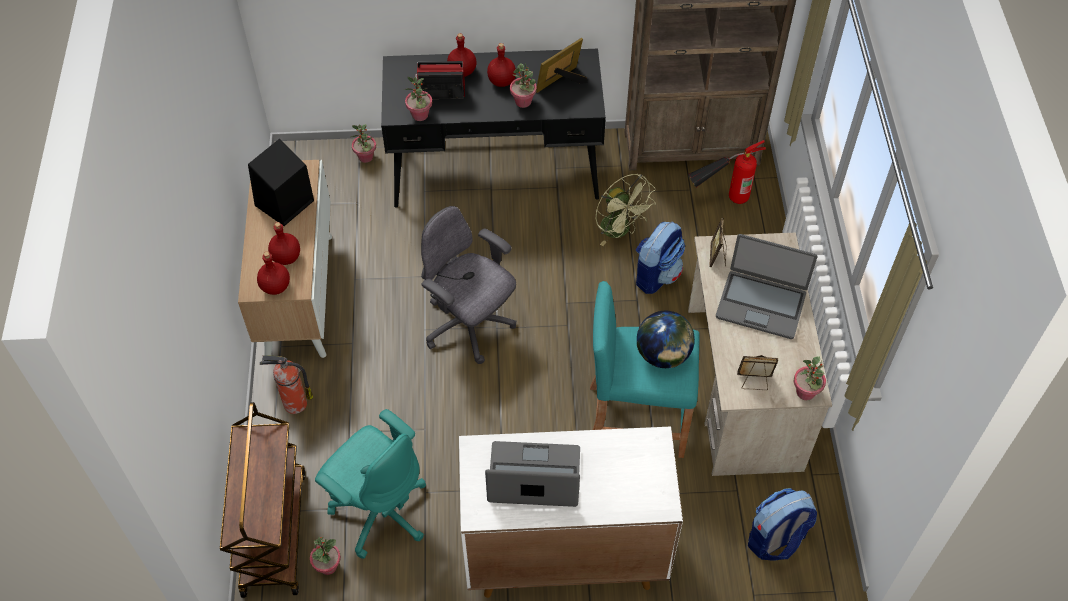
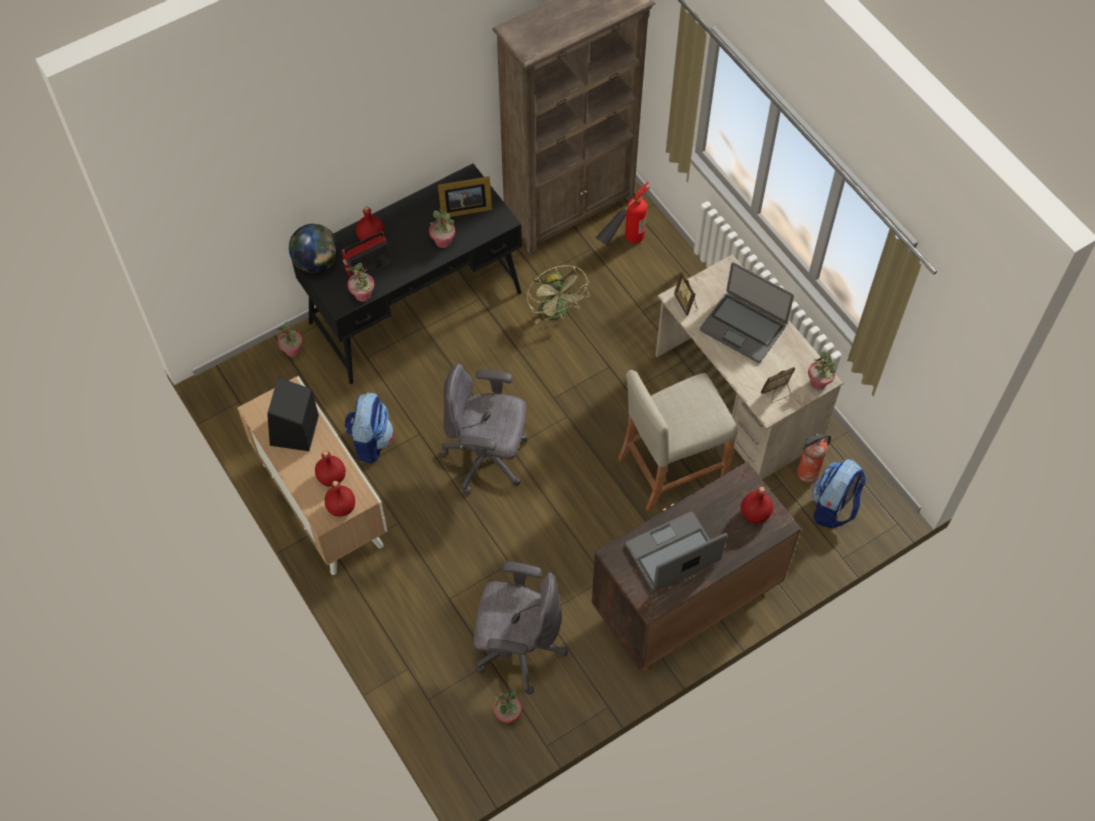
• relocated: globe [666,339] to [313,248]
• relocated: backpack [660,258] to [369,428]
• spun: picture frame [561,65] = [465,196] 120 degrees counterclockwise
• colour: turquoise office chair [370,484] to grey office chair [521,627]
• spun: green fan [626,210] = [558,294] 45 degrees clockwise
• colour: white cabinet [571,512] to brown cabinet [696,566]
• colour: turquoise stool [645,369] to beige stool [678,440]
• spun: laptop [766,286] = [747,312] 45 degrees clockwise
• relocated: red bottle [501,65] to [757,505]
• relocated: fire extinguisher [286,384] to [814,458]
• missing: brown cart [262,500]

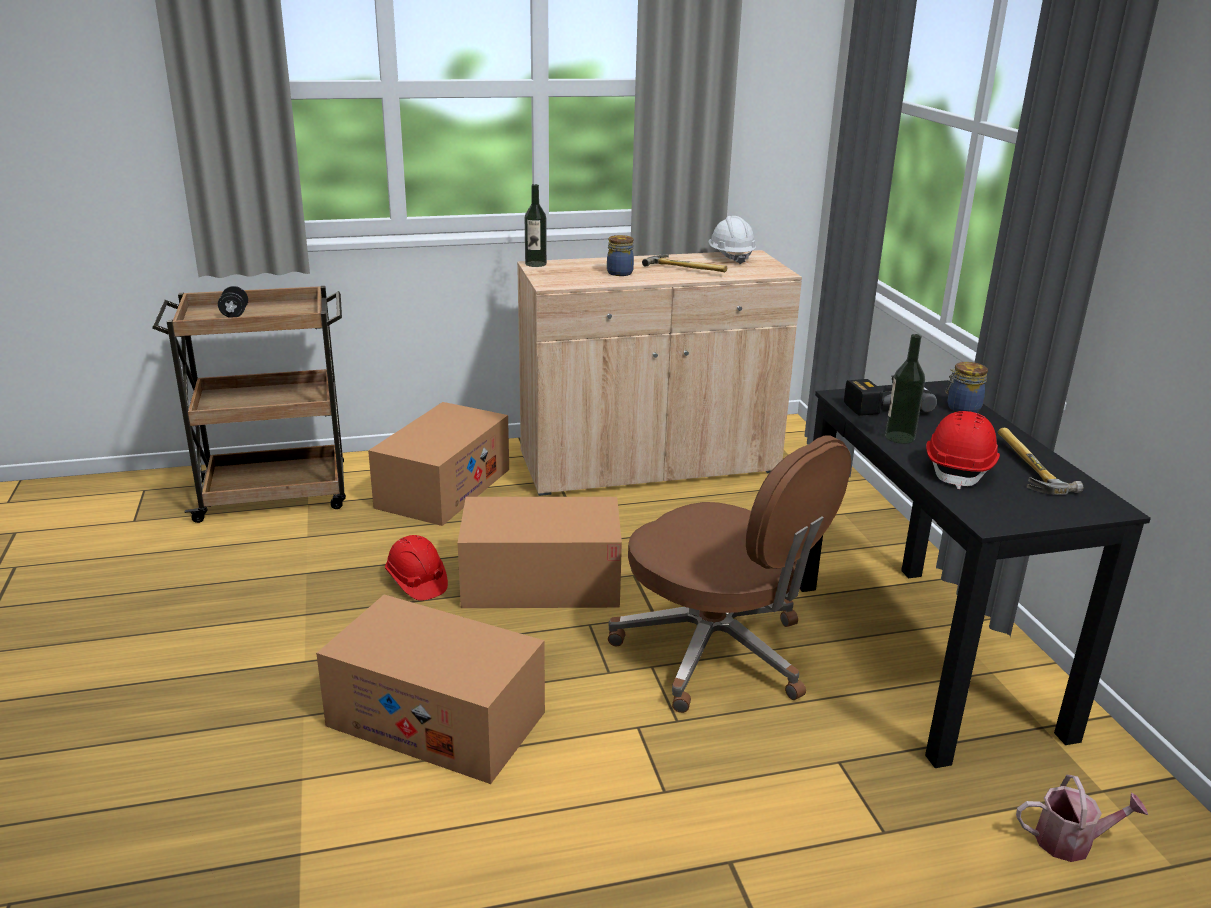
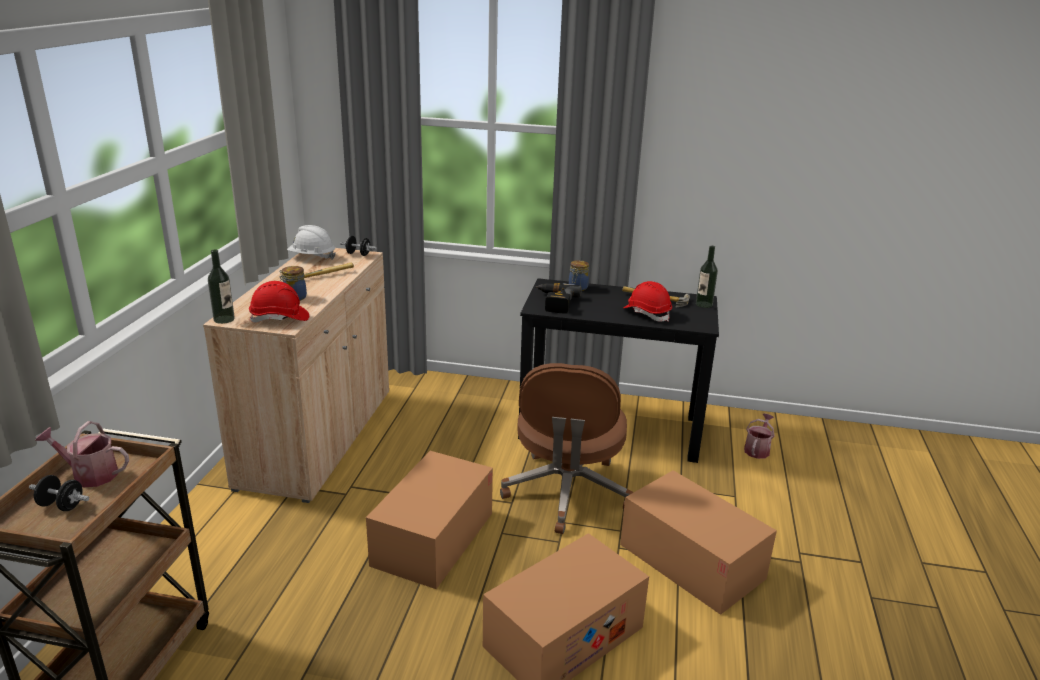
• appeared: watering can [82,454]
• relocated: red hard hat [416,568] to [279,301]
• appeared: black dumbbell [358,246]
• spun: brown office chair [729,574] = [566,448] 120 degrees clockwise
• relocated: cardboard box [438,464] to [698,542]
• relocated: bottle [905,389] to [707,276]

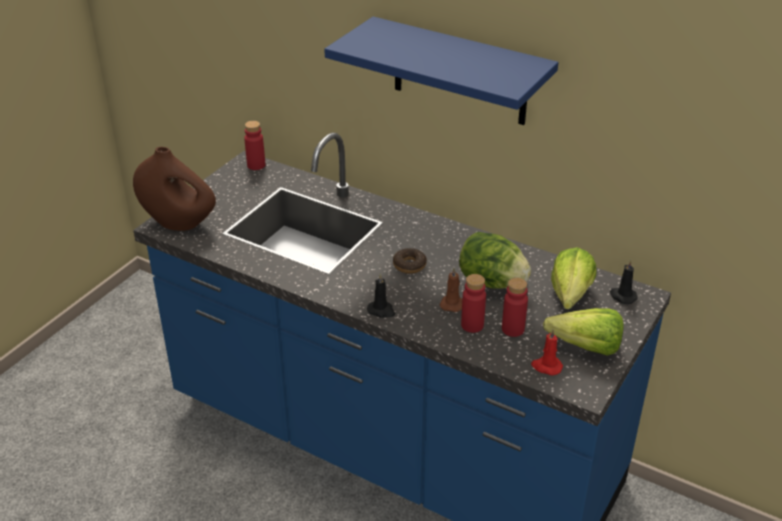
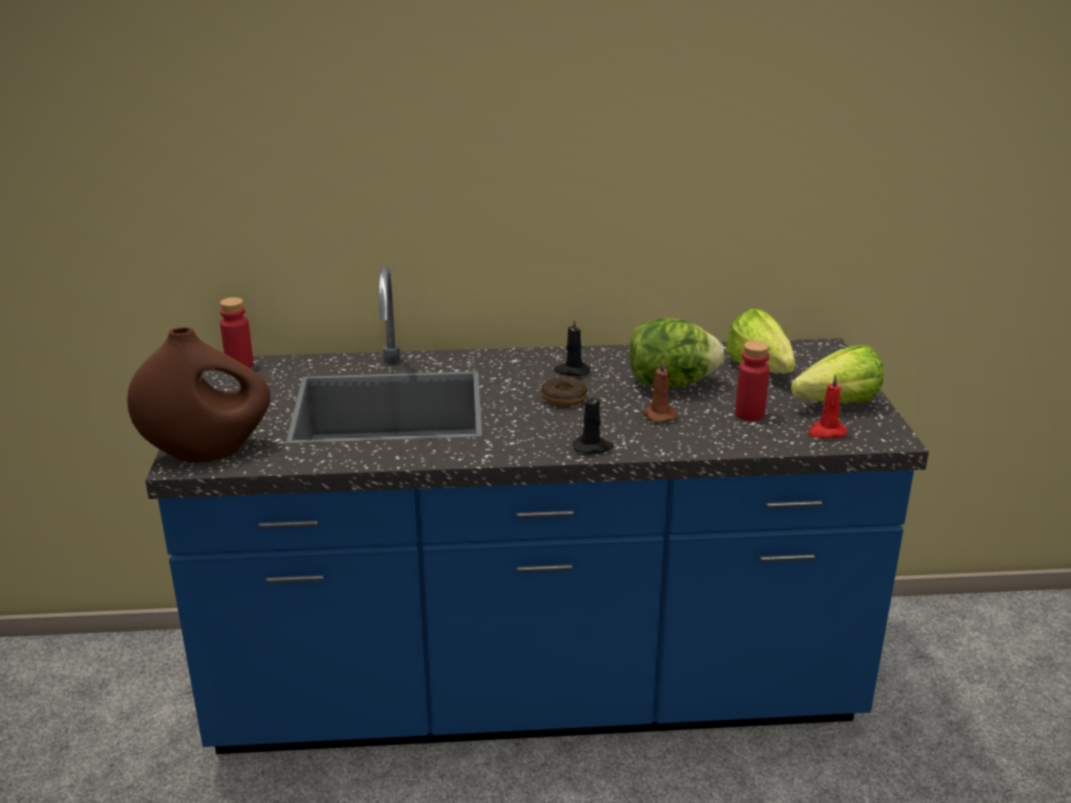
• relocated: black candle [623,282] to [572,347]
• missing: blue shelf [441,70]
• missing: red bottle [473,303]

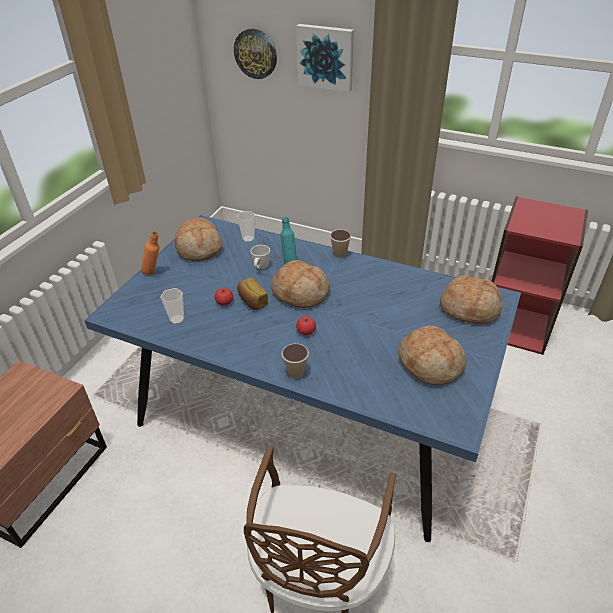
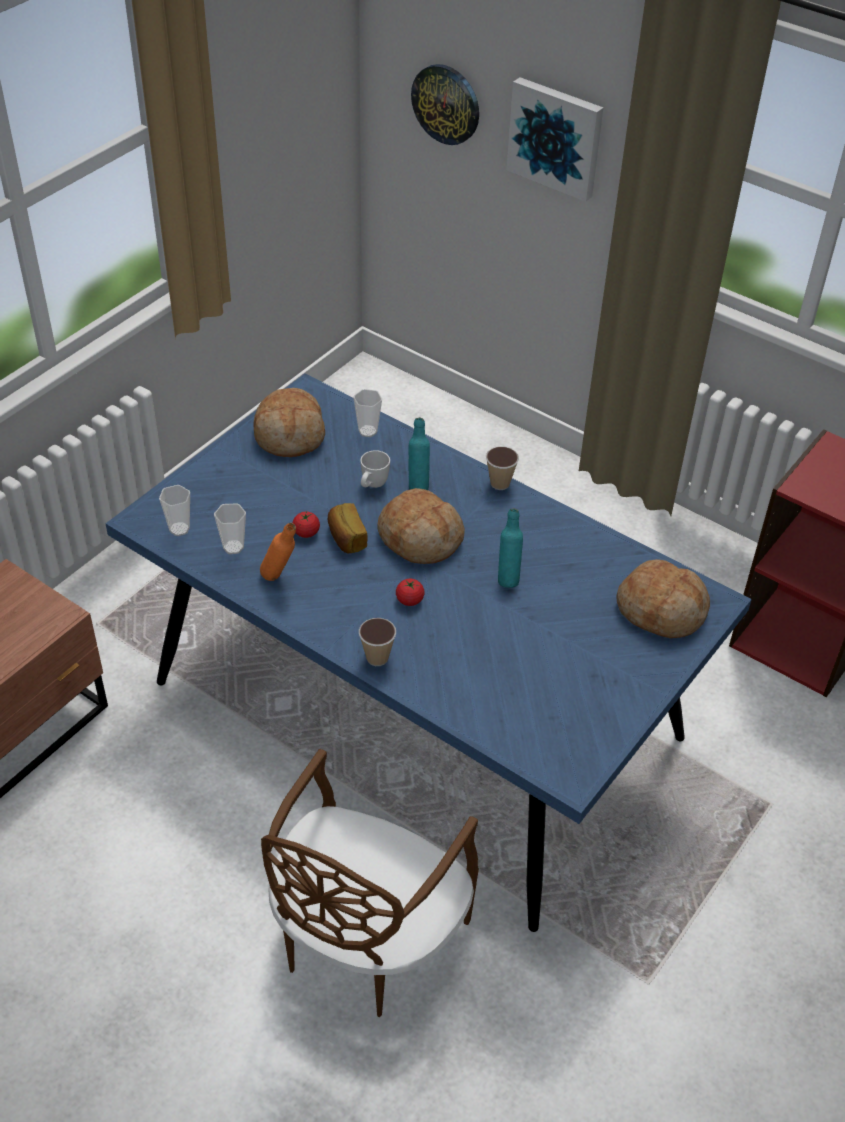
• appeared: cup [174,510]
• relocated: orange bottle [150,253] to [278,552]
• appeared: turquoise bottle [510,548]
• missing: bread [432,355]

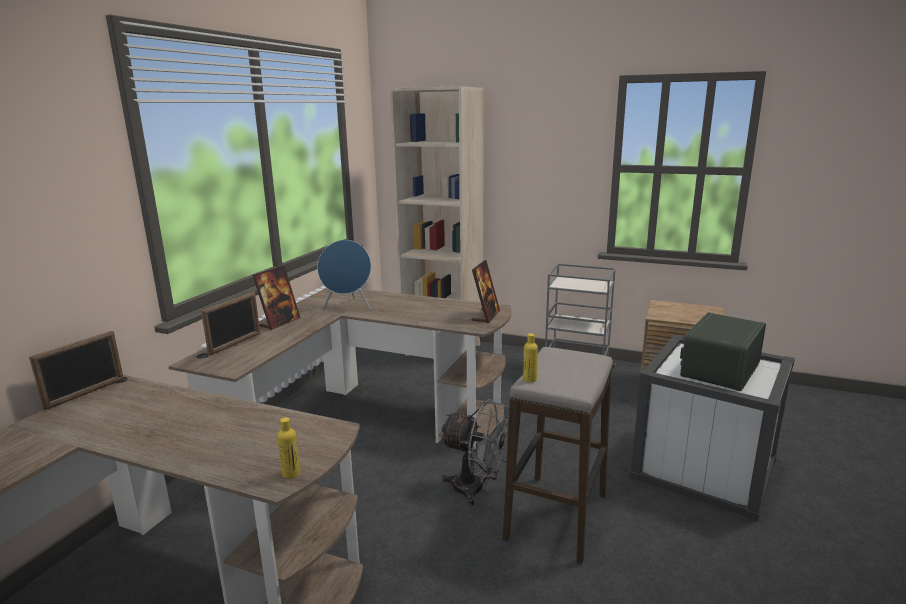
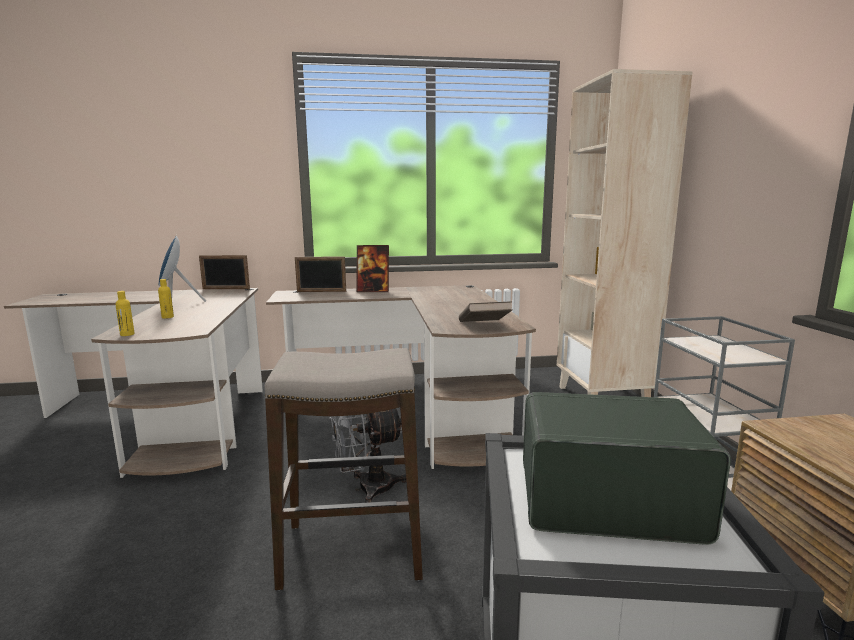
• relocated: blue speaker [344,274] to [182,268]
• relocated: yellow bottle [530,357] to [166,299]
• spun: grey fan [474,452] = [368,455] 75 degrees clockwise
• exchanged: picture frame [485,291] to brown book [486,311]

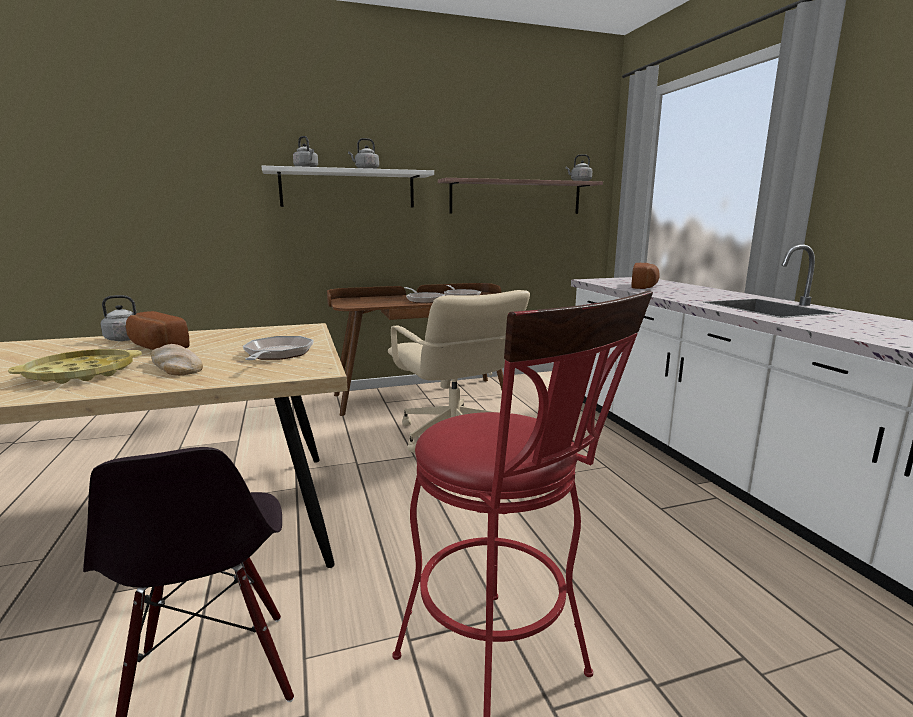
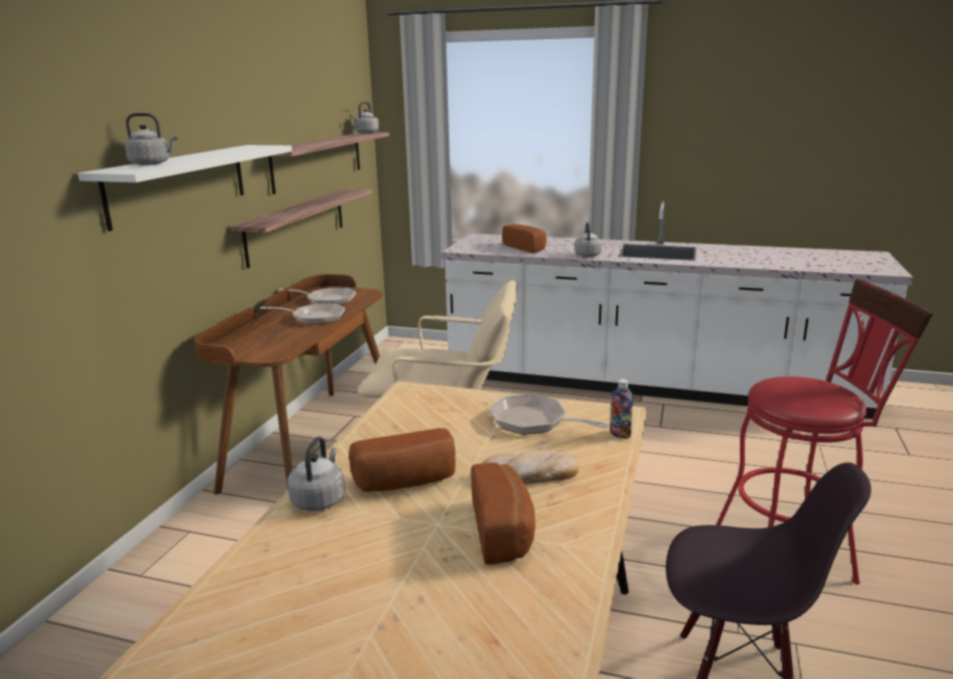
• appeared: shelf [302,228]
• exchanged: yellow tray [75,366] to bread [503,513]
• relocated: grey kettle [363,153] to [588,239]
• appeared: bottle [621,409]

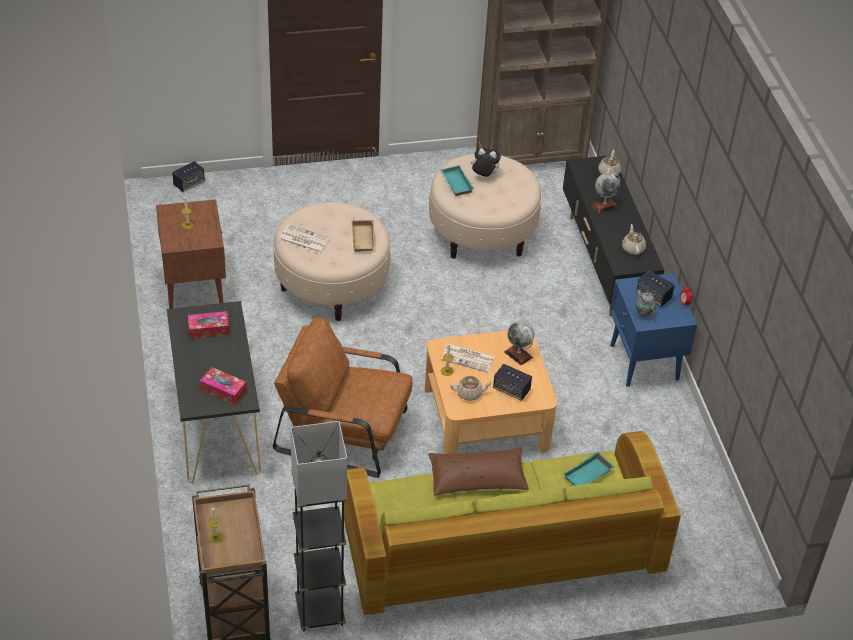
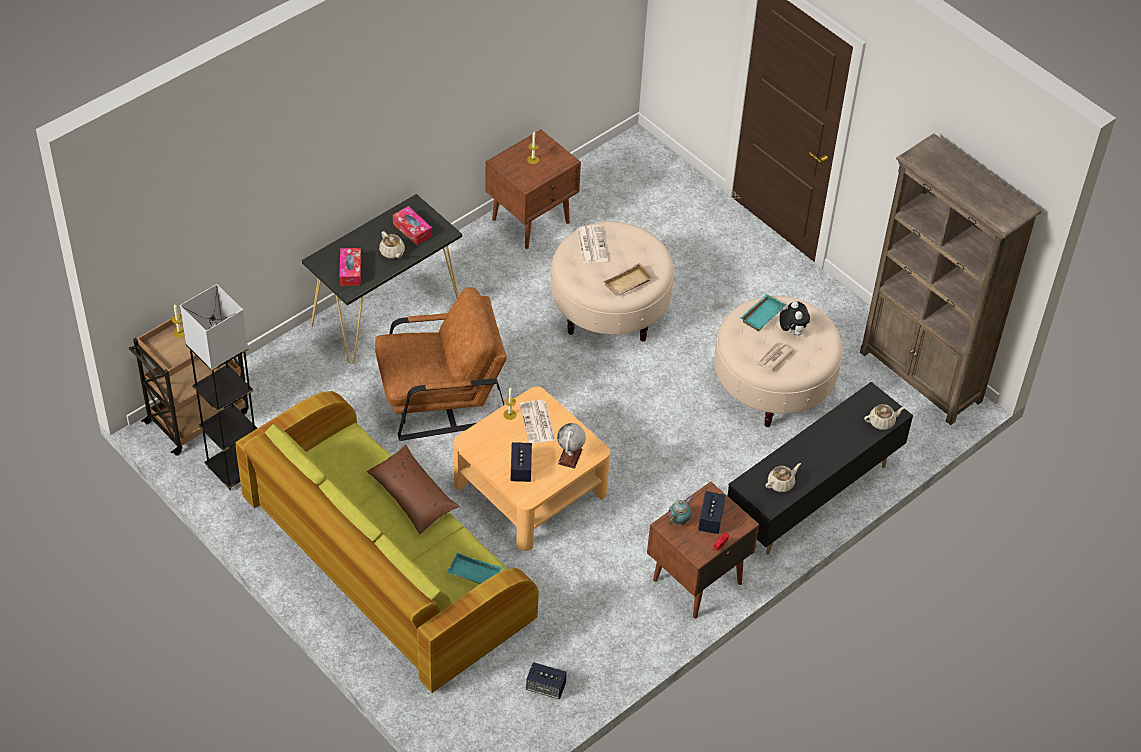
• spun: brown armchair [342,397] = [441,364] 90 degrees clockwise
• relocated: beige teapot [471,388] to [392,245]
• relocated: speaker [188,176] to [546,680]
• colour: blue nightstand [653,330] to brown nightstand [703,550]
• appeared: newspaper [775,356]
• missing: globe [605,193]

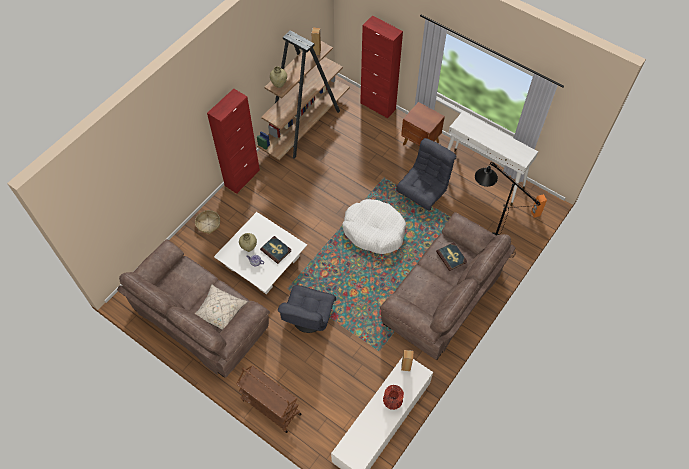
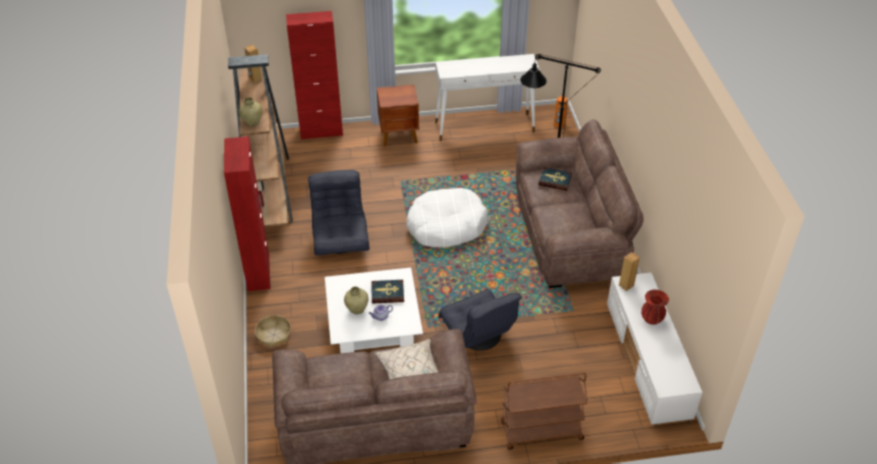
• relocated: grey armchair [426,174] to [339,212]

